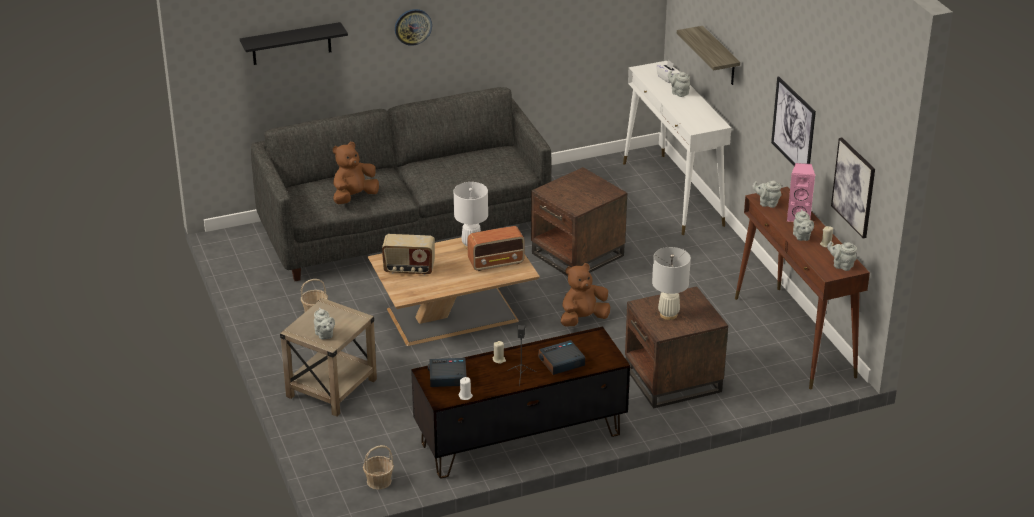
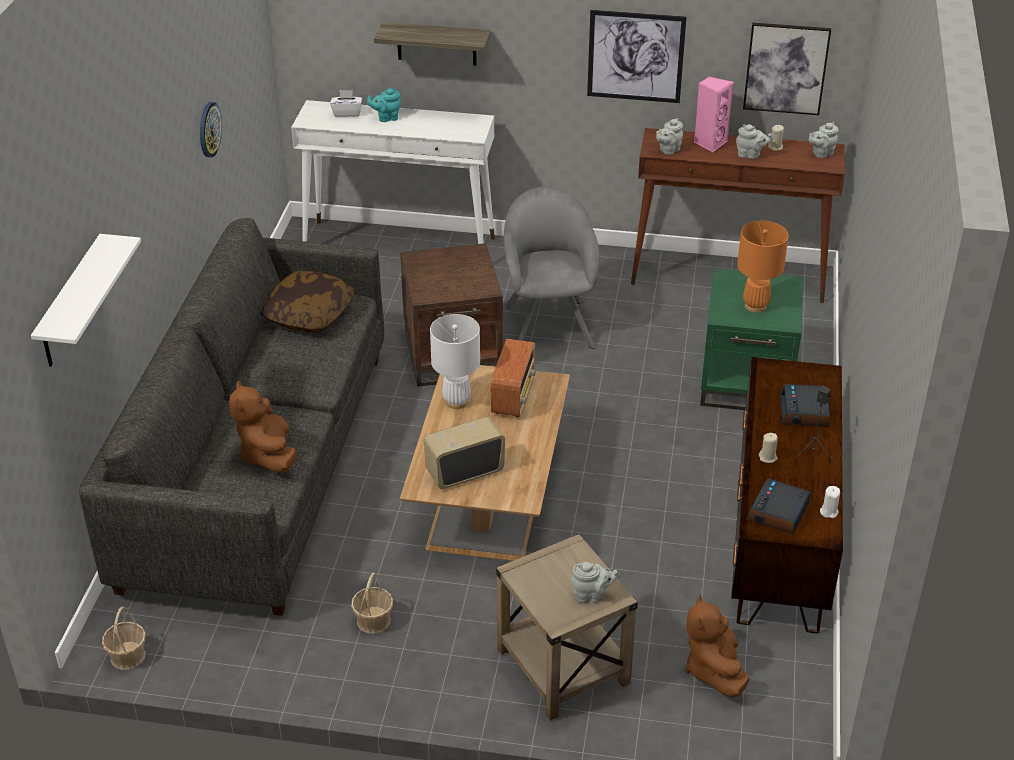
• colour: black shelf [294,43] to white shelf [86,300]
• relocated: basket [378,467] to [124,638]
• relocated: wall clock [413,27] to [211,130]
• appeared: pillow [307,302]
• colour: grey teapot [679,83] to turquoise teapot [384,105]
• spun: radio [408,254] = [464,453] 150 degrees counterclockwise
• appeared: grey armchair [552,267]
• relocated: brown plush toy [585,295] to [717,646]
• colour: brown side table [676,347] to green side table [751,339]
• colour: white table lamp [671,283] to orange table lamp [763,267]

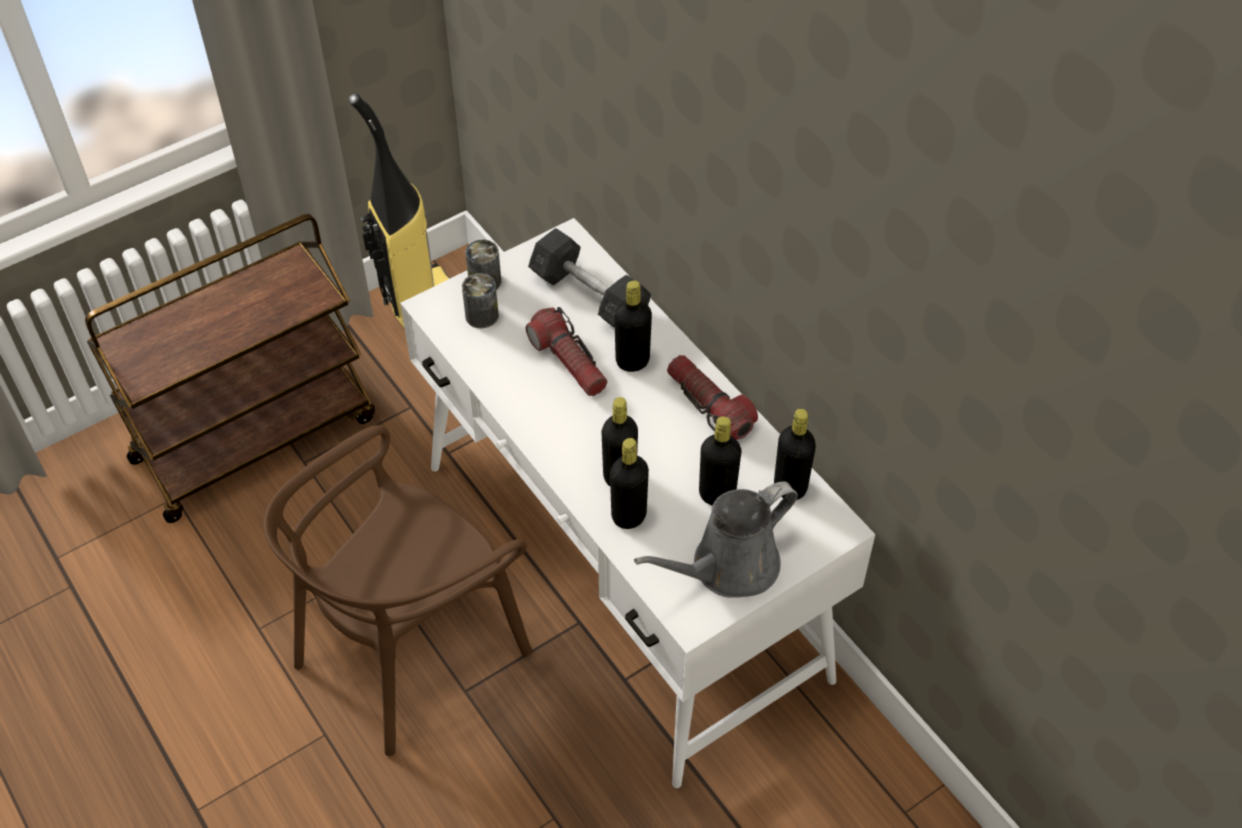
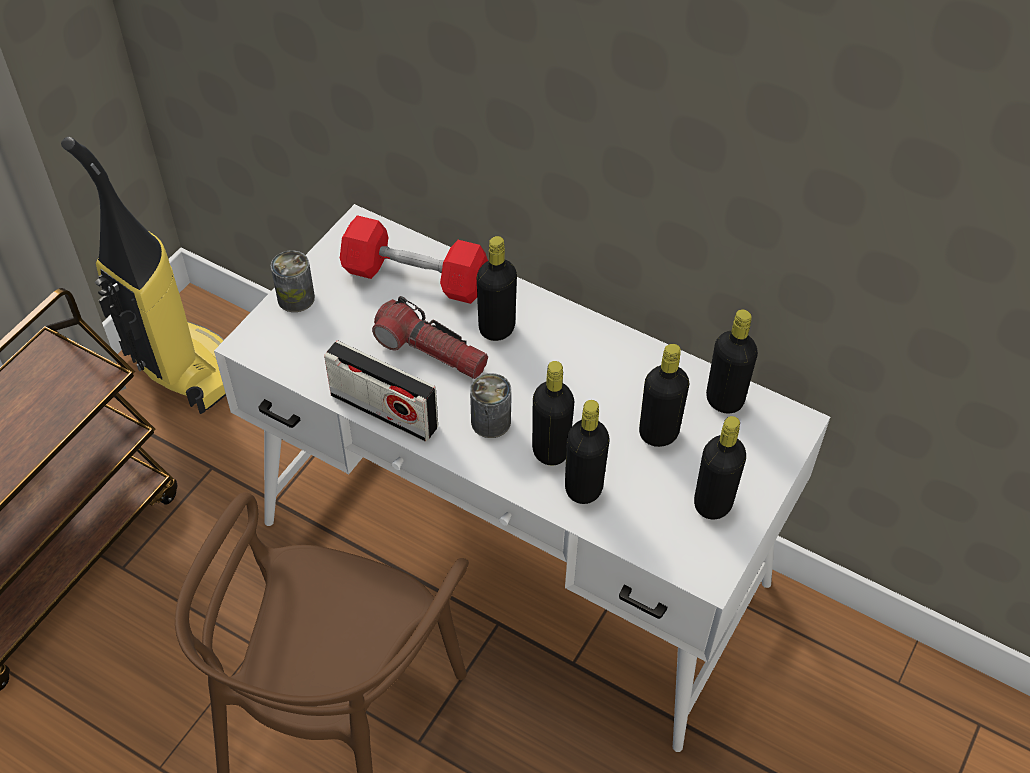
• appeared: radio [381,391]
• colour: grey dumbbell [589,278] to red dumbbell [414,259]
• relocated: can [480,300] to [490,405]
• exchanged: grey watering can [716,539] to black bottle [720,467]
• missing: flashlight [712,397]

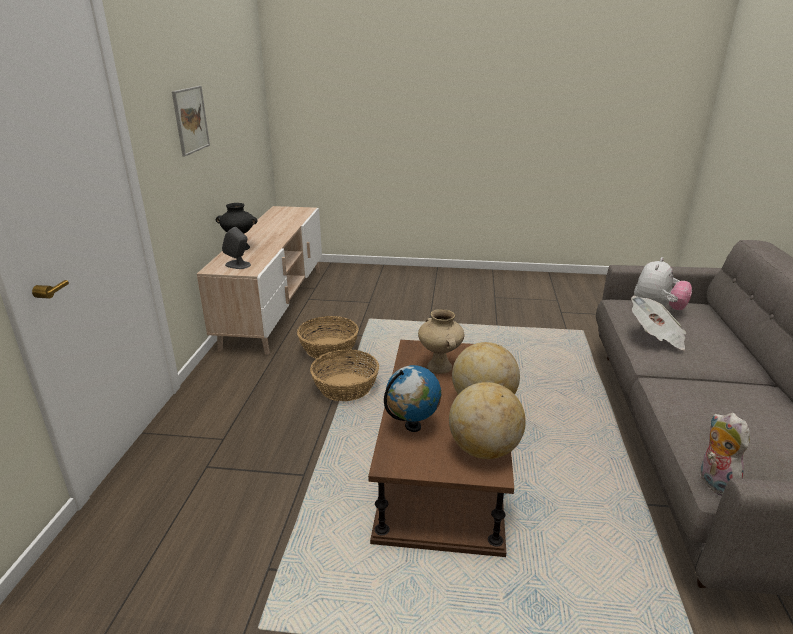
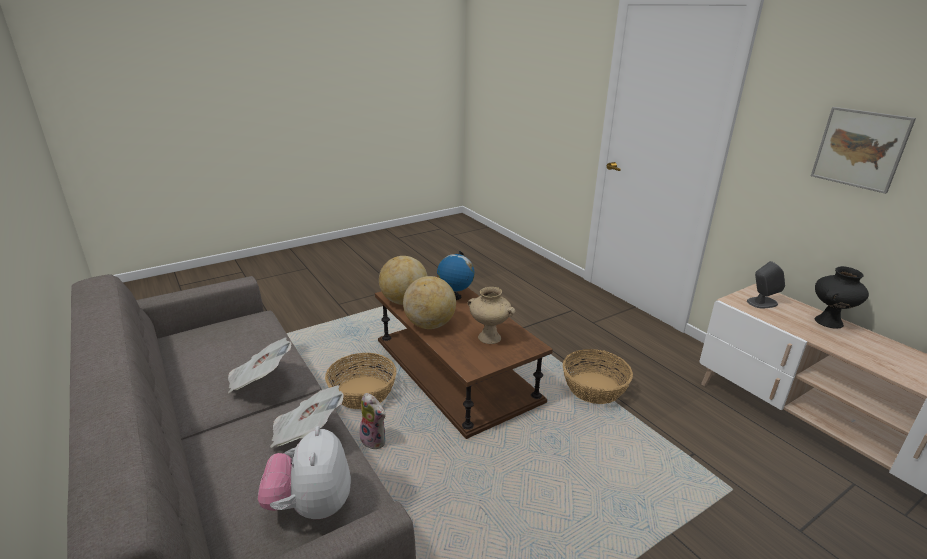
• appeared: newspaper [259,365]
• relocated: basket [328,338] to [361,381]
• relocated: plush toy [725,454] to [373,421]

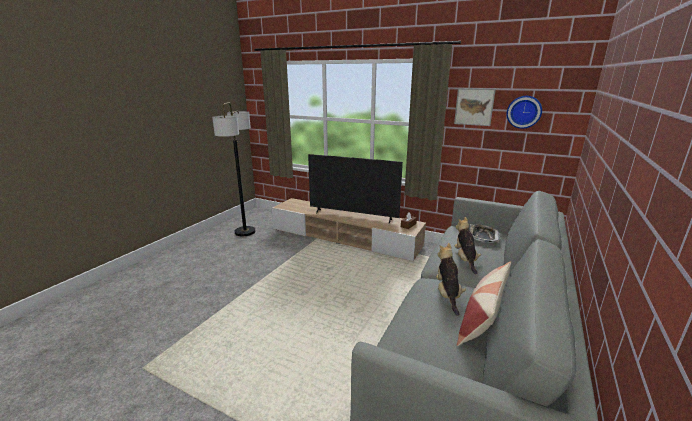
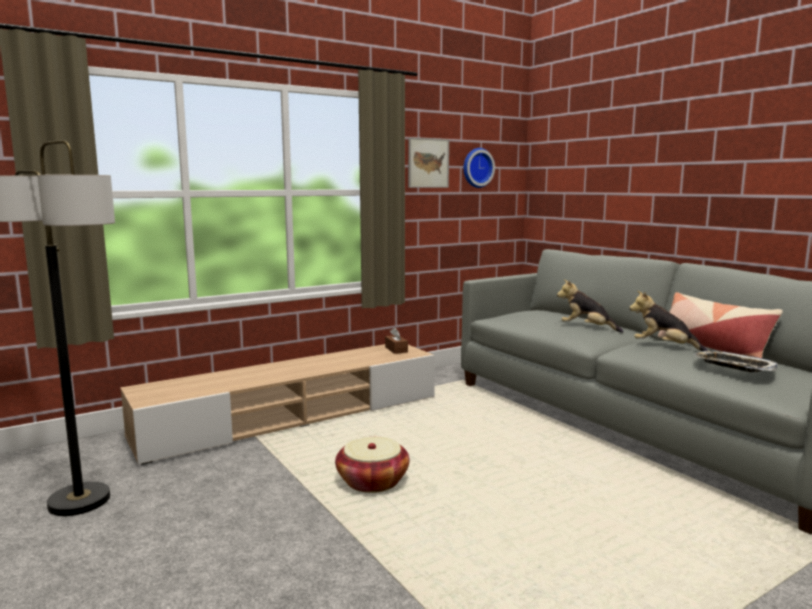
• appeared: basket [372,465]
• relocated: tray [484,233] to [735,361]
• missing: television [355,189]

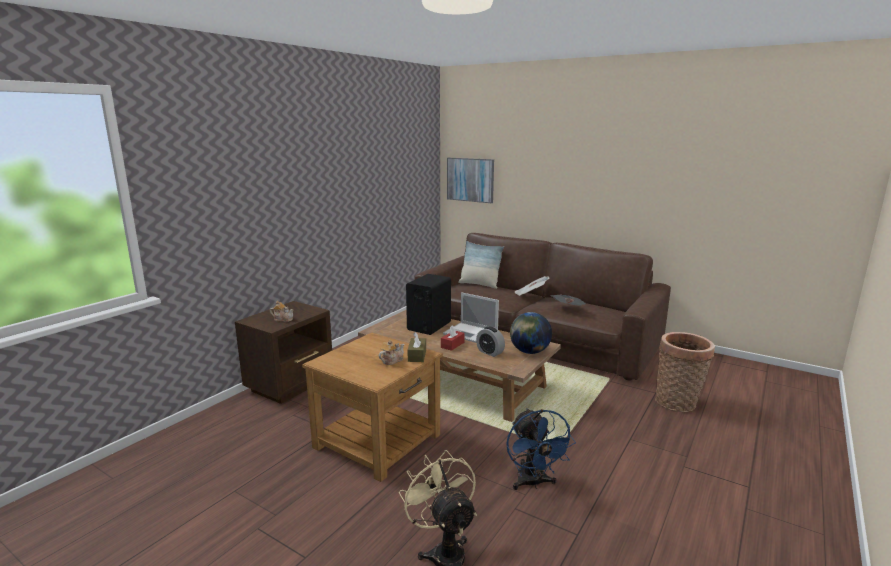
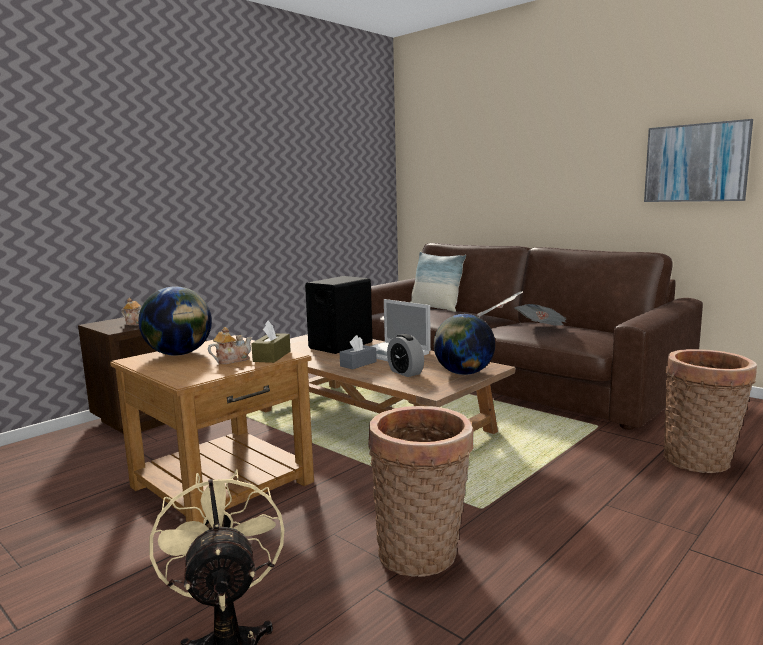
• appeared: globe [175,321]
• colour: red tissue box [453,338] to grey tissue box [358,352]
• exchanged: blue fan [541,449] to basket [420,491]
• relocated: picture [470,180] to [698,160]

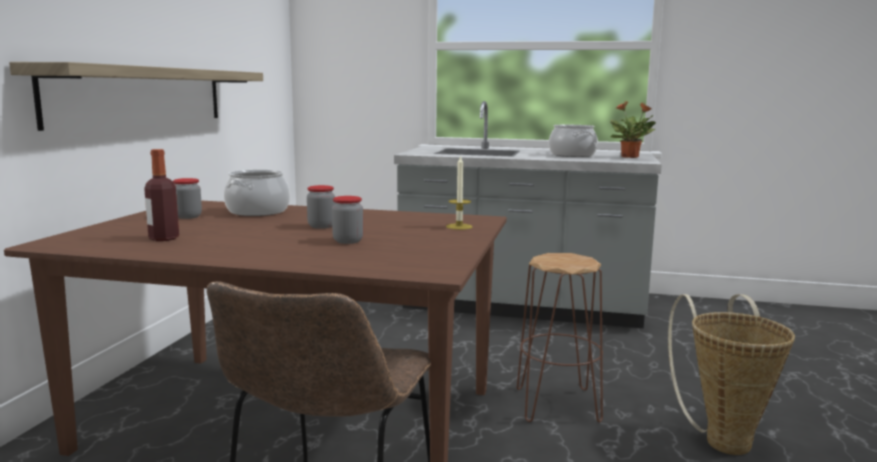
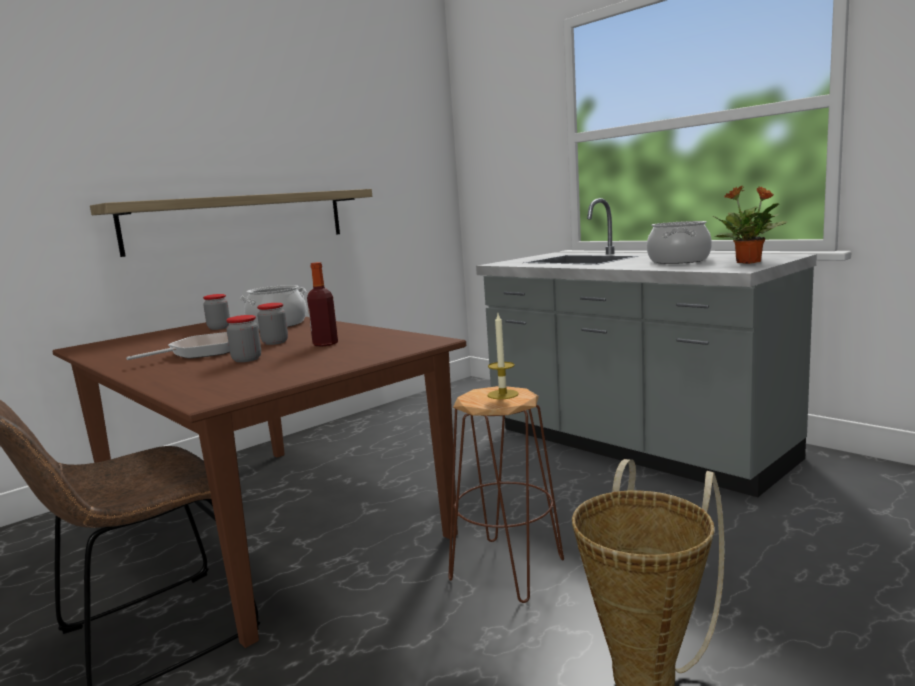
• appeared: frying pan [178,346]
• relocated: bottle [161,195] to [322,304]
• relocated: candle [459,192] to [503,356]

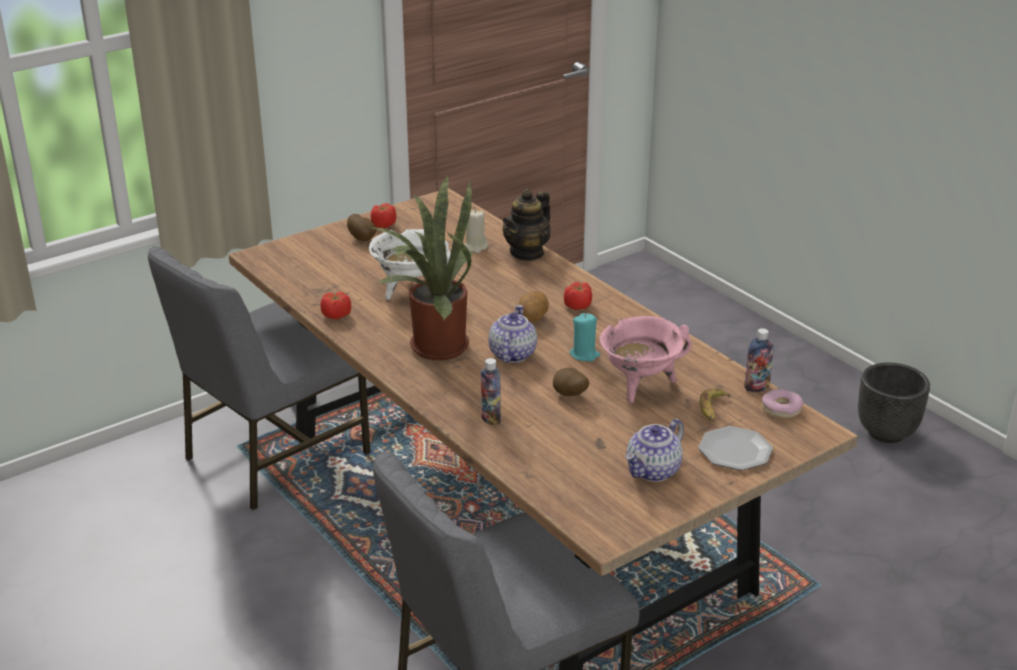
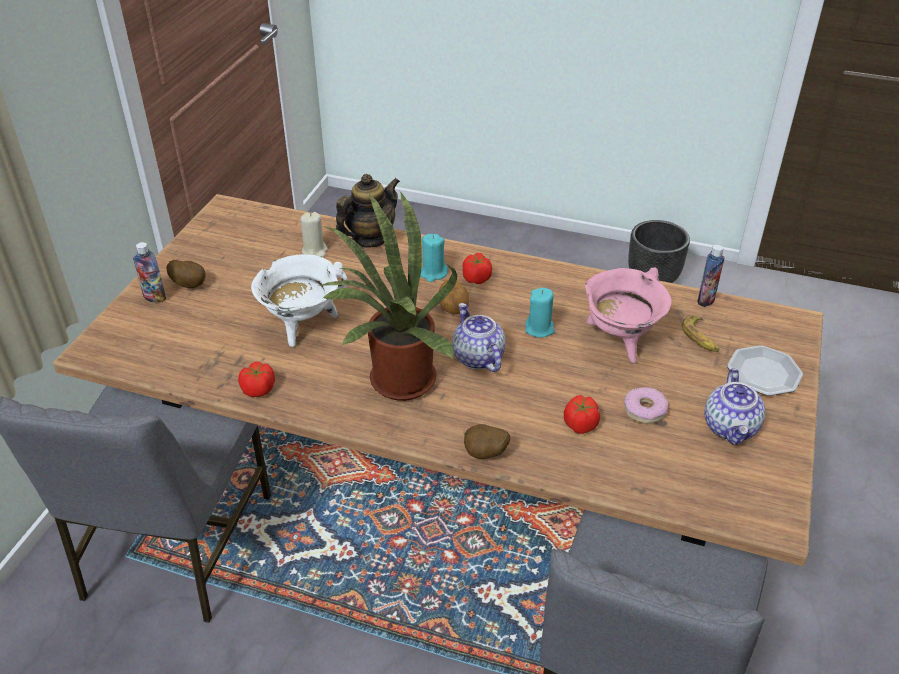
• relocated: bottle [491,392] to [149,272]
• spun: teapot [526,225] = [368,211] 135 degrees counterclockwise
• appeared: turquoise candle [434,258]
• relocated: potato [571,381] to [487,441]
• relocated: tomato [383,215] to [582,414]
• relocated: donut [782,403] to [646,405]

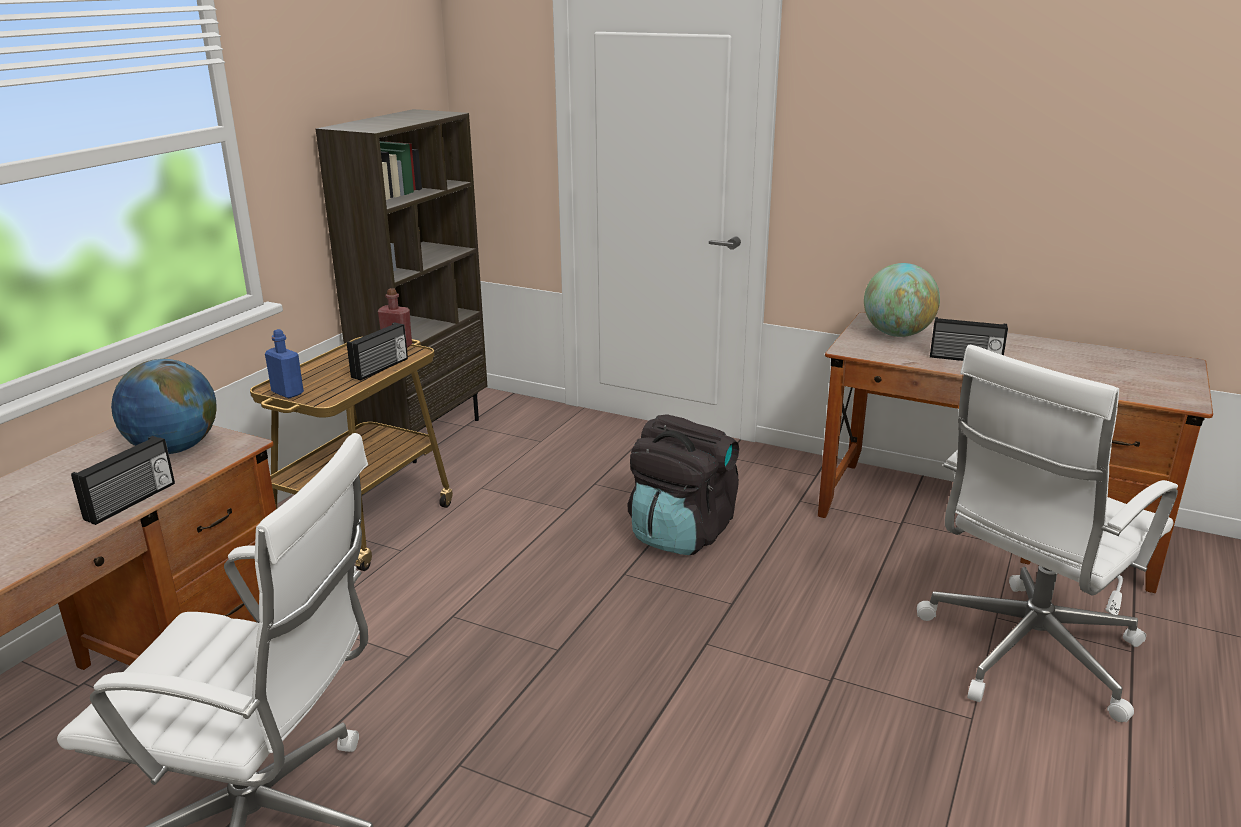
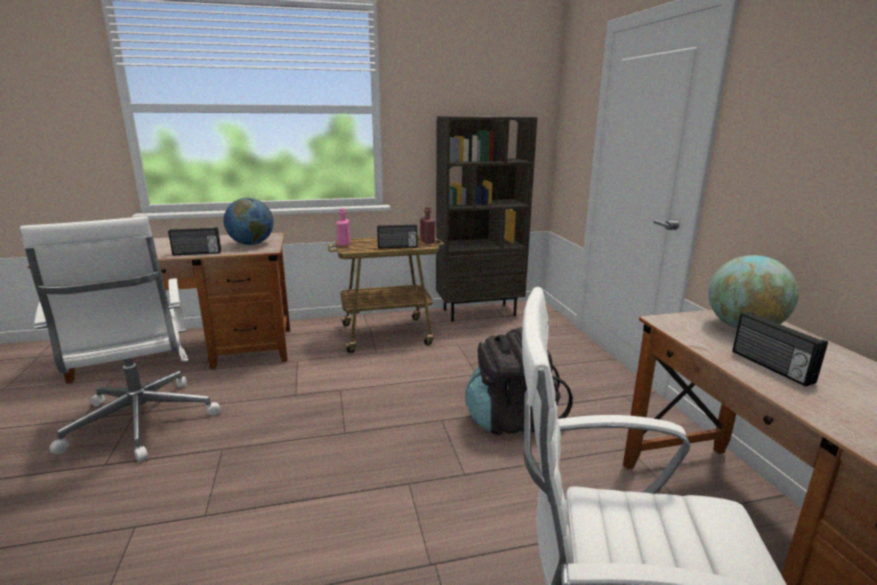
• colour: blue bottle [284,364] to pink bottle [343,227]

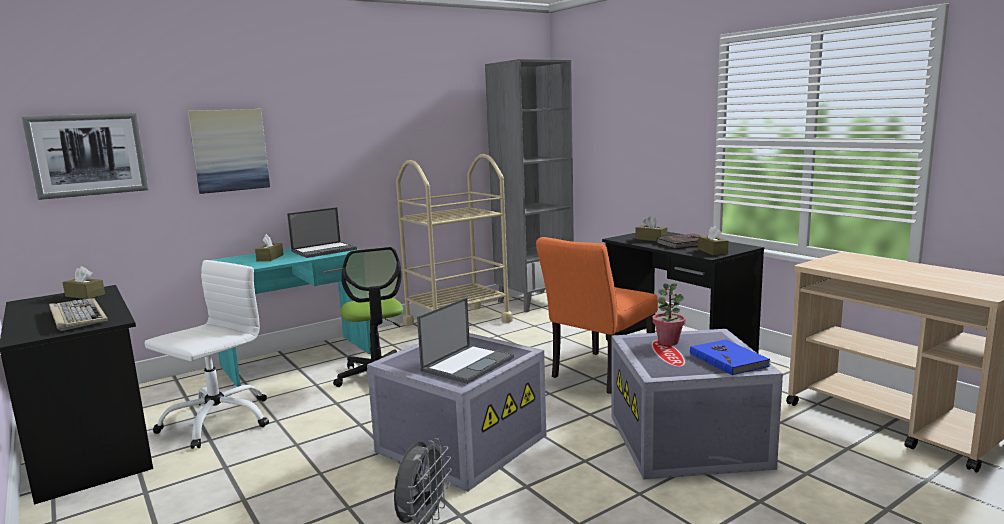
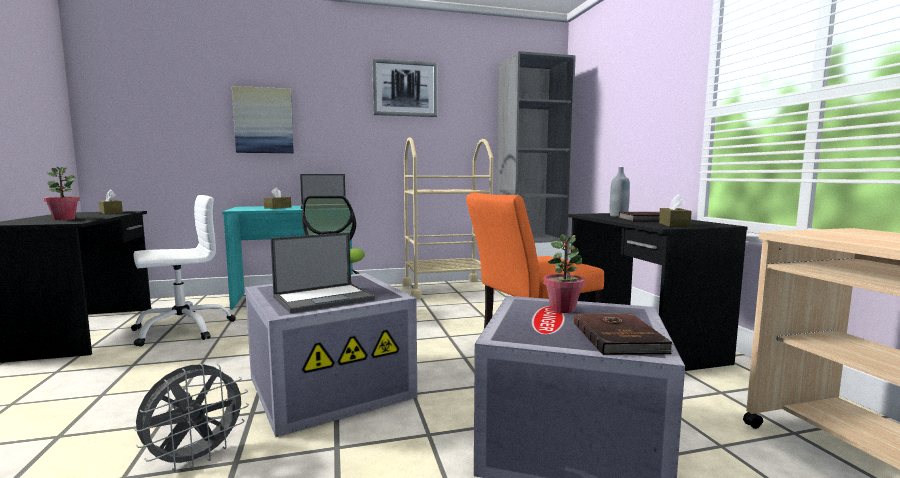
• exchanged: keyboard [78,314] to potted plant [62,193]
• relocated: picture [85,156] to [405,87]
• colour: blue book [730,357] to brown book [624,334]
• exchanged: brown tissue box [651,228] to grey bottle [620,192]

